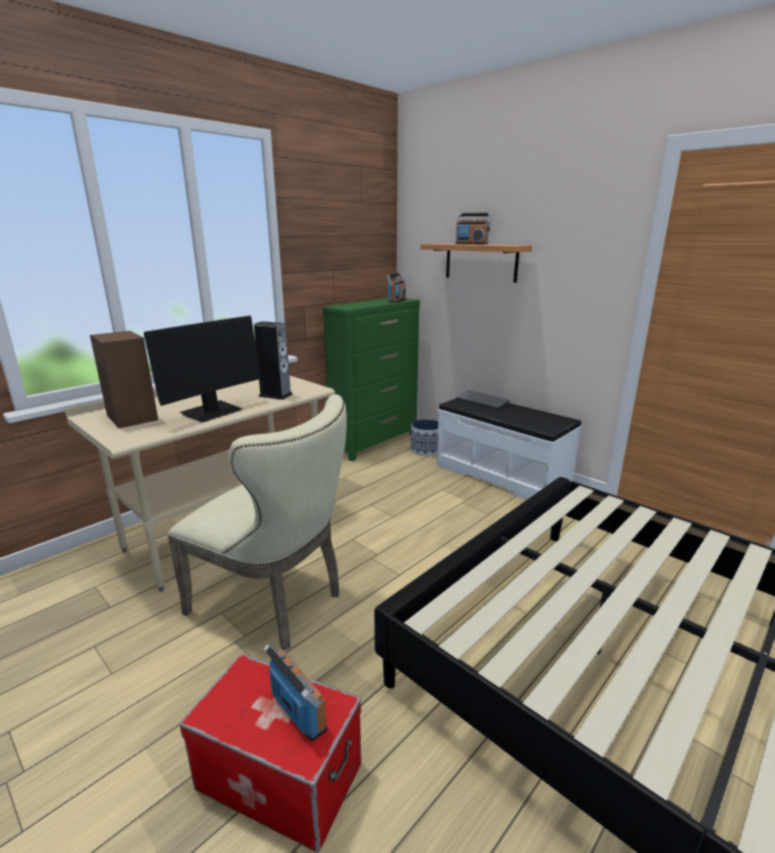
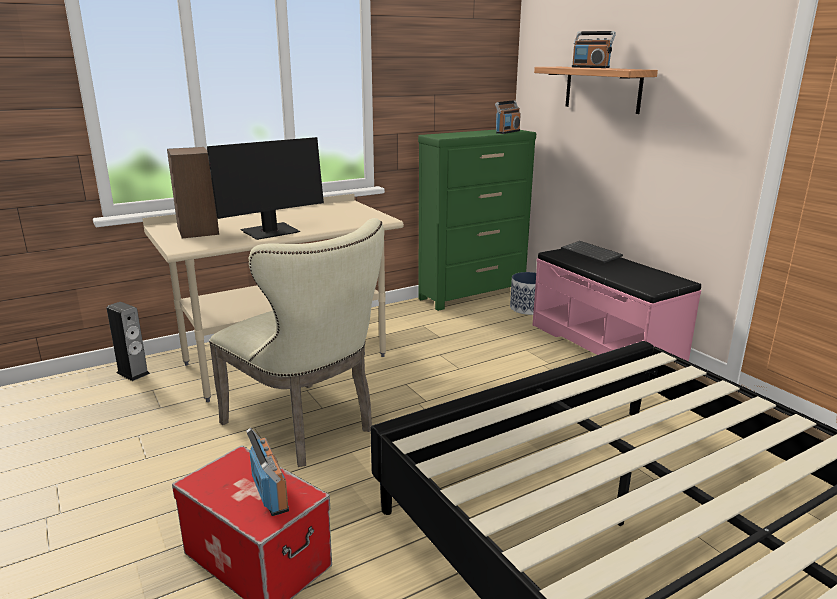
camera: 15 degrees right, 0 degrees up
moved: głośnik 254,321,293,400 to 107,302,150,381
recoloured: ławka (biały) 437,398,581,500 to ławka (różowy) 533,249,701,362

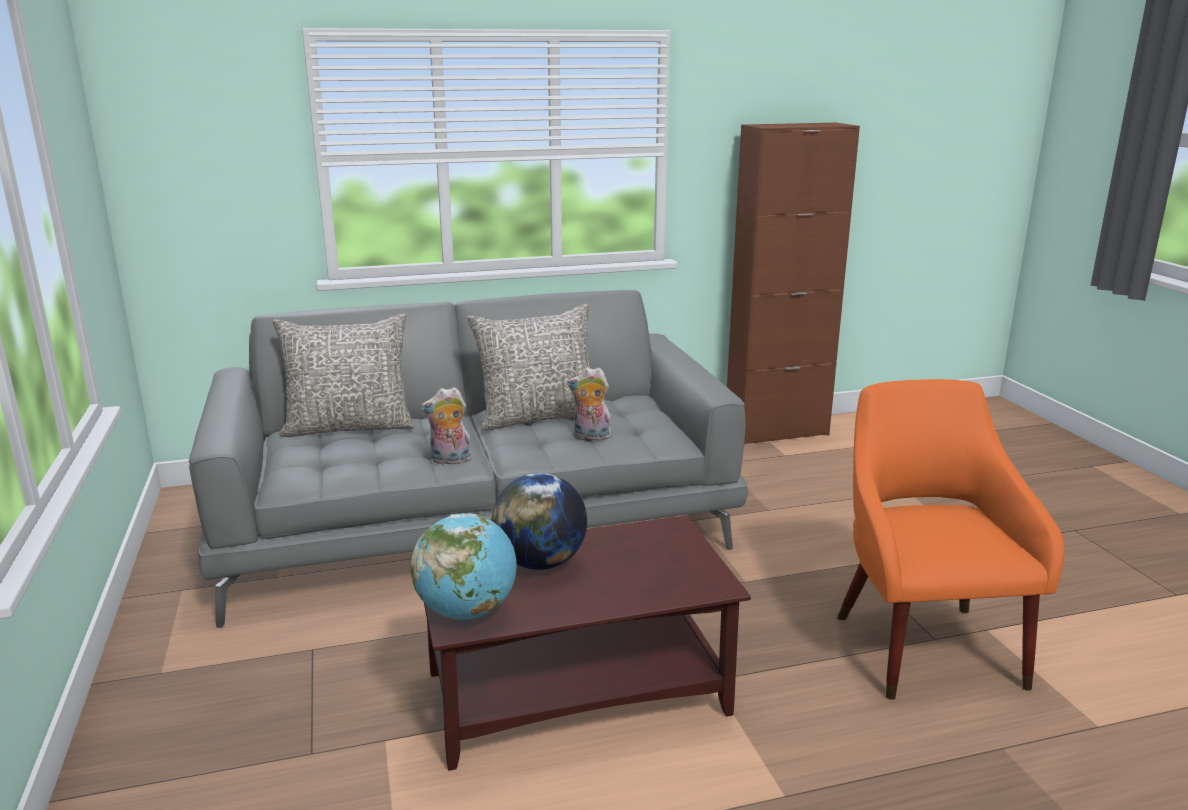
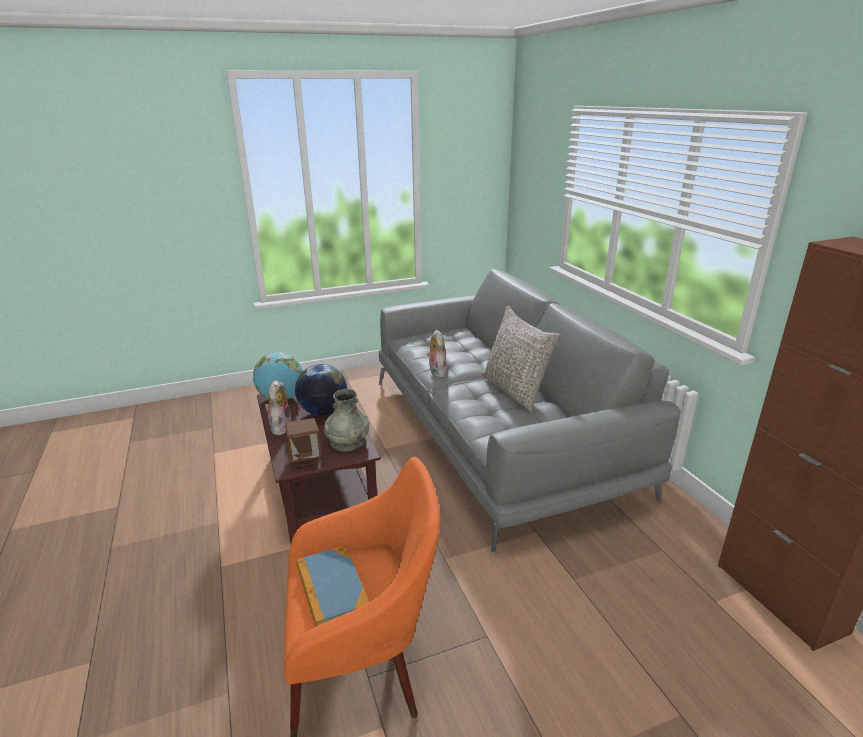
camera: 85 degrees right, 5 degrees up
removed: poduszka (szary) 272,313,415,437
added: głośnik (brązowy) 285,418,322,467; książka 296,545,369,627; wazon (szary) 324,389,369,452
moved: pluszak 567,367,615,440 to 265,379,292,435

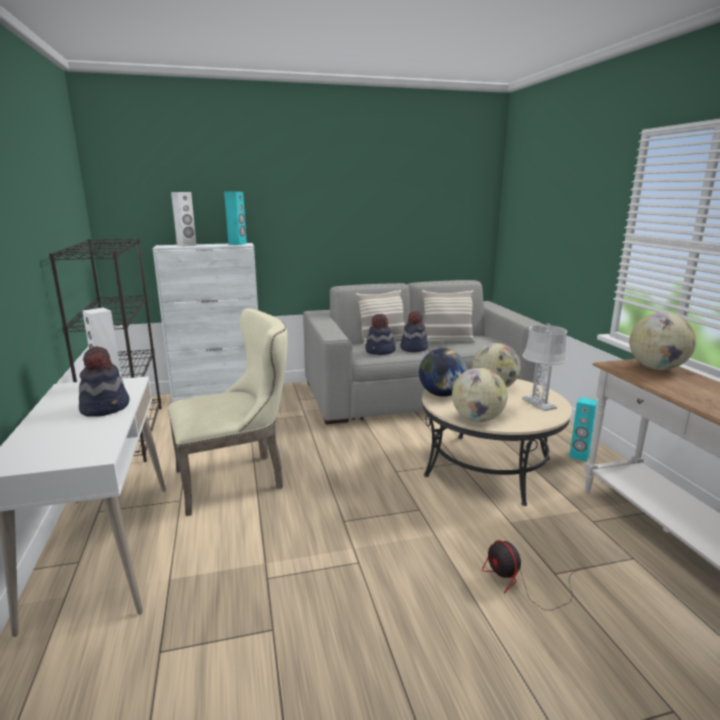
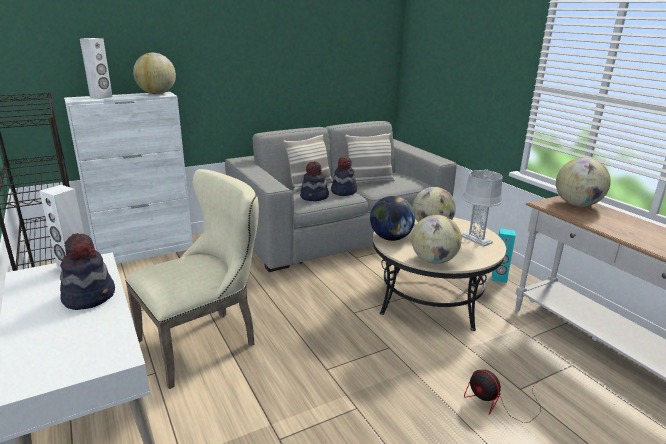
camera: 15 degrees left, 5 degrees up
replaced: głośnik (turkusowy) 224,192,247,245 to globus 133,53,176,94

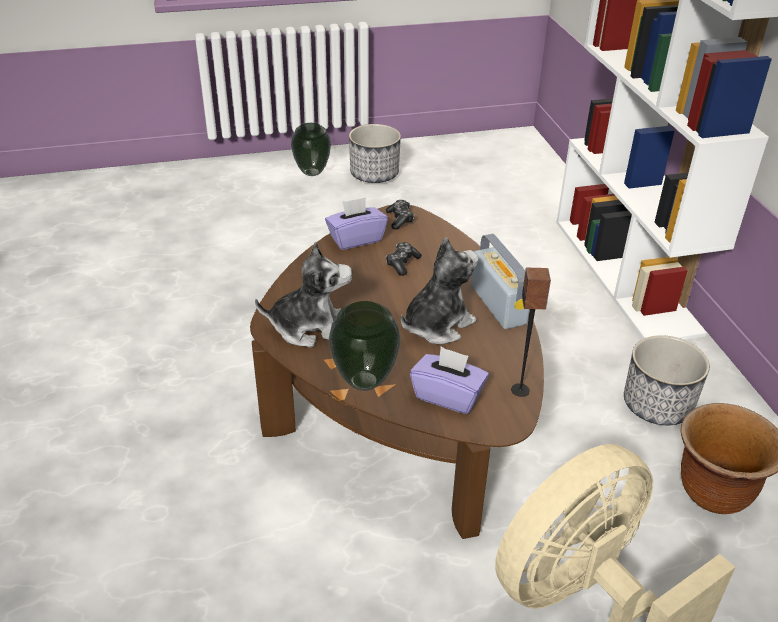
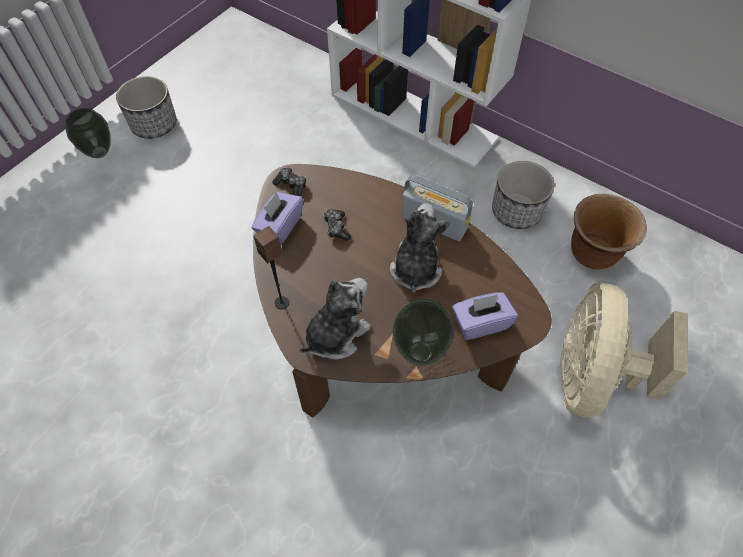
camera: 40 degrees left, 20 degrees up
moved: głośnik 511,268,551,397 to 253,226,289,309

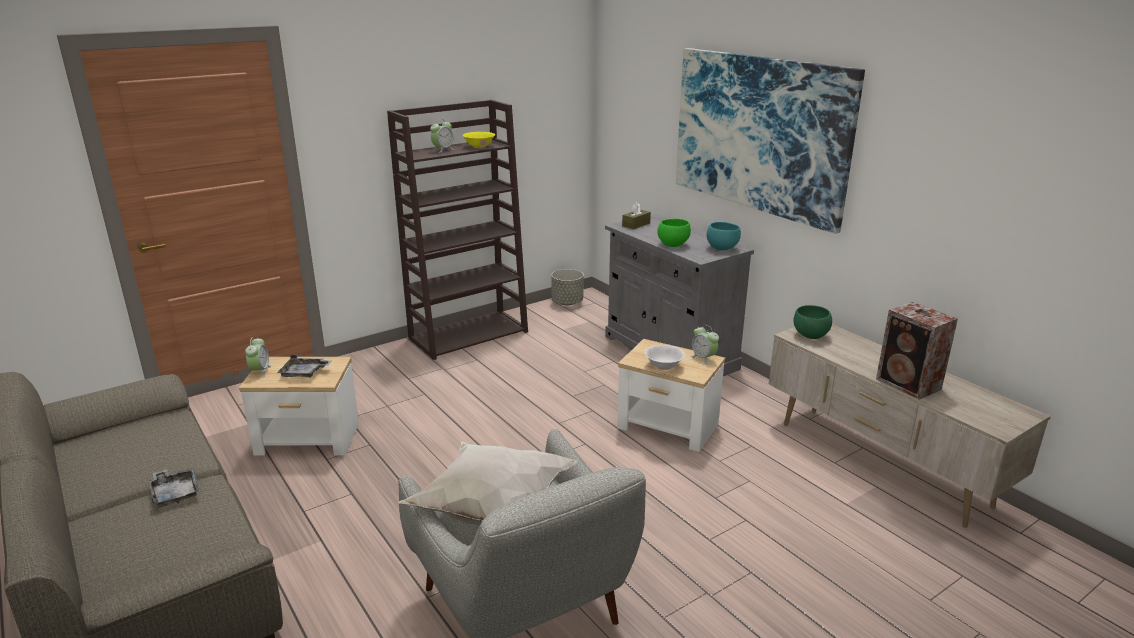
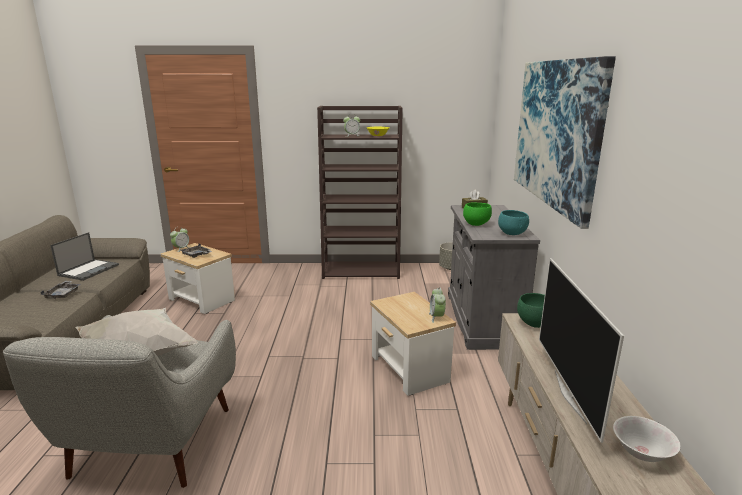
camera: 35 degrees right, 5 degrees down
added: laptop 50,232,119,281
moved: miska (biały) 645,345,685,370 to 613,416,681,462
replaced: głośnik 876,302,958,400 to telewizor 539,258,624,443

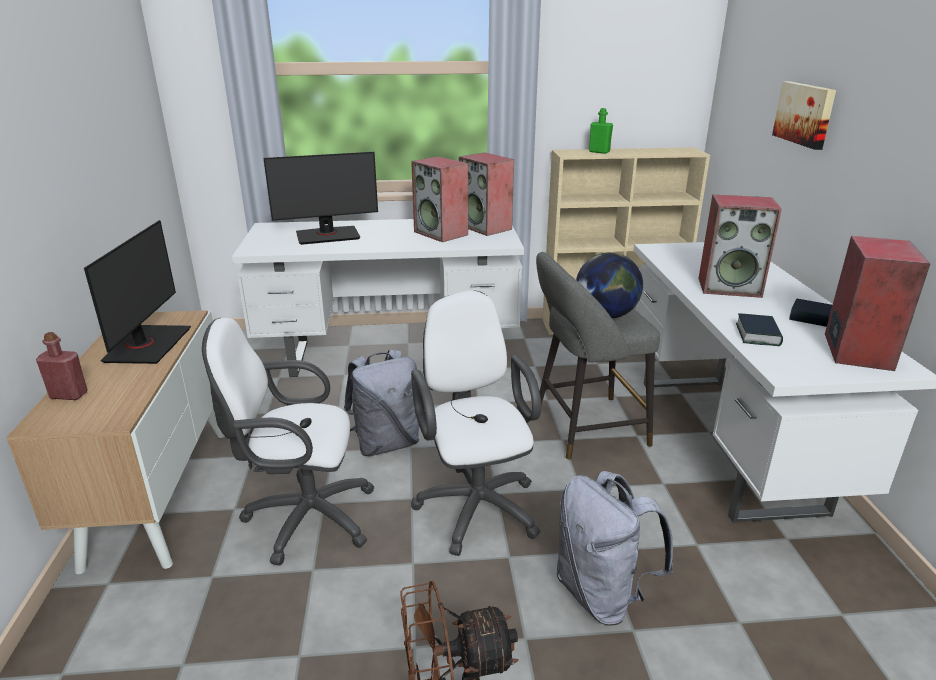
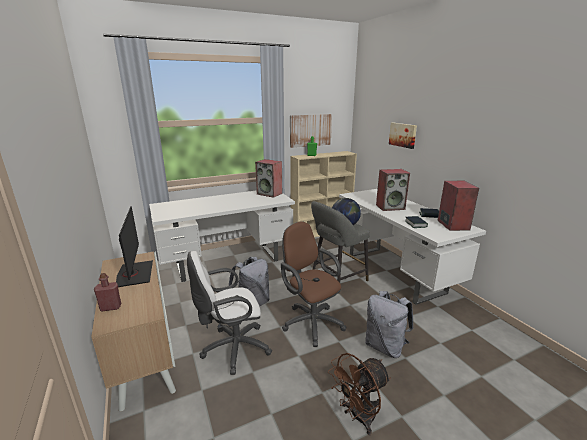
camera: 20 degrees left, 5 degrees down
removed: monitor 263,152,378,245; głośnik 411,156,468,242
added: obraz 290,114,332,148
recoloured: krzesło biurowe (biały) 411,290,541,556 to krzesło biurowe (brązowy) 281,221,346,347

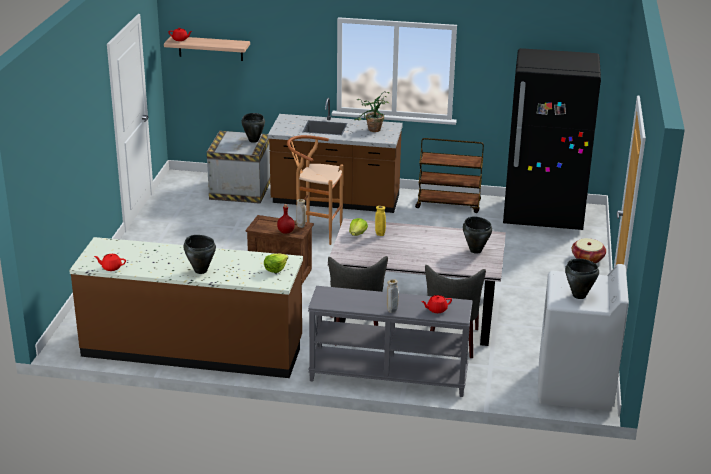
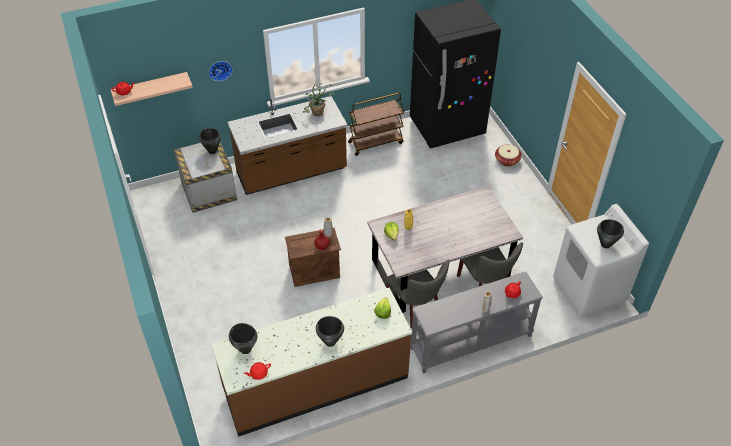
camera: 30 degrees left, 20 degrees up
removed: stołek (brązowy) 287,135,343,245
added: zegar ścienny 209,61,233,81
moved: garnek (czarny) 463,216,492,254 to 229,323,257,354

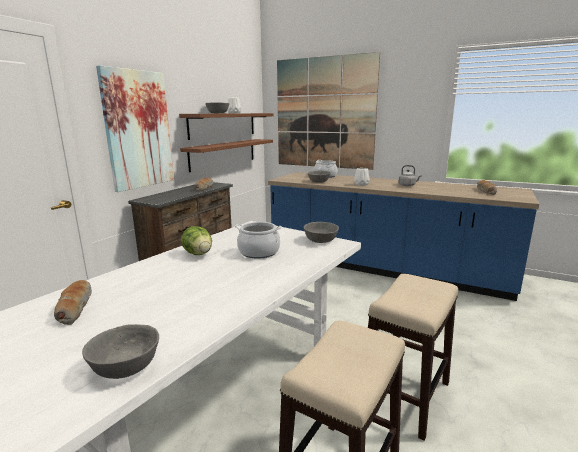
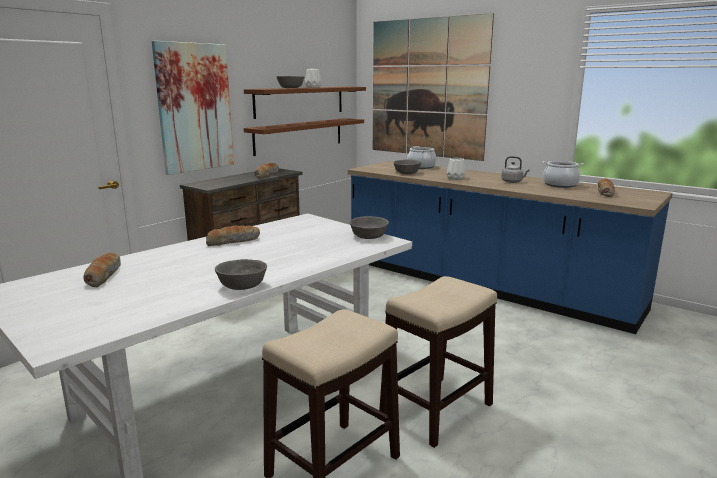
camera: 10 degrees right, 0 degrees up
moved: miska (szary) 82,324,159,379 to 215,259,267,290; garnek 235,222,282,259 to 543,161,584,188
replaced: sałata 181,226,212,255 to chleb 206,226,260,246

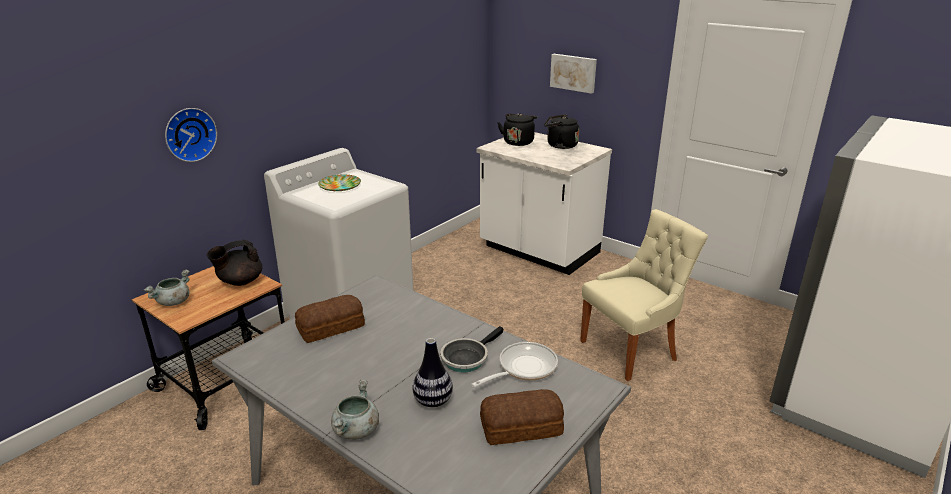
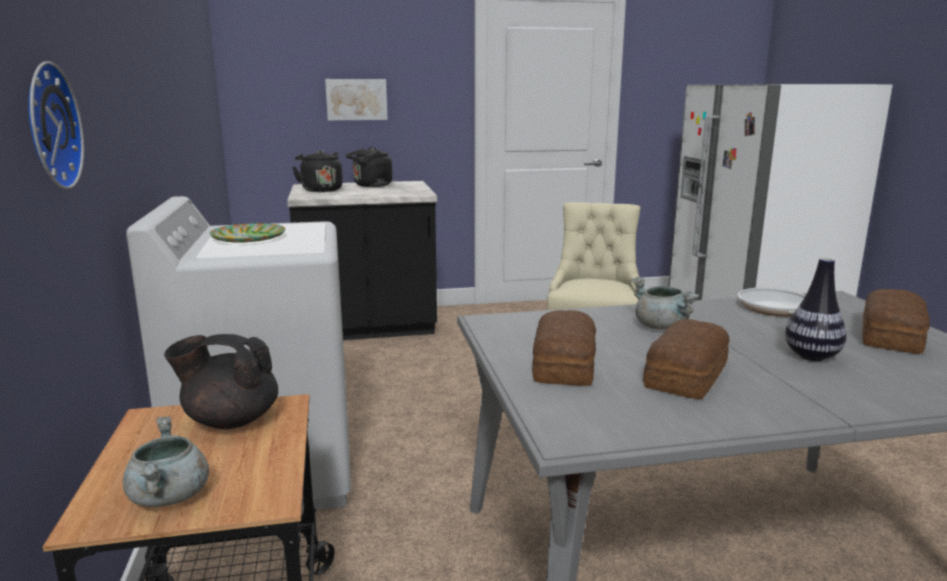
camera: 50 degrees left, 10 degrees down
removed: patelnia 440,326,503,372
added: chleb 643,319,730,399
moved: garnek (szary) 331,380,379,439 to 631,276,700,329
recoloured: zabudowa kuchenna (biały) 476,132,612,275 to zabudowa kuchenna (czarny) 287,181,437,340
turned: imbryk (czarny) 207,240,262,286 = 164,334,278,429 90 degrees clockwise

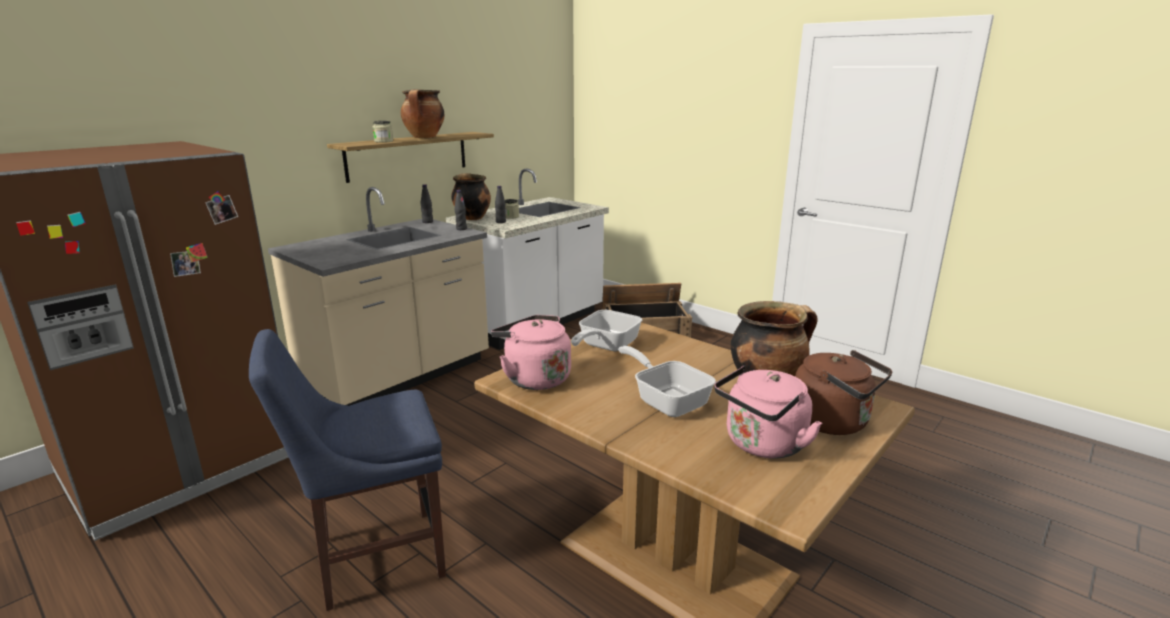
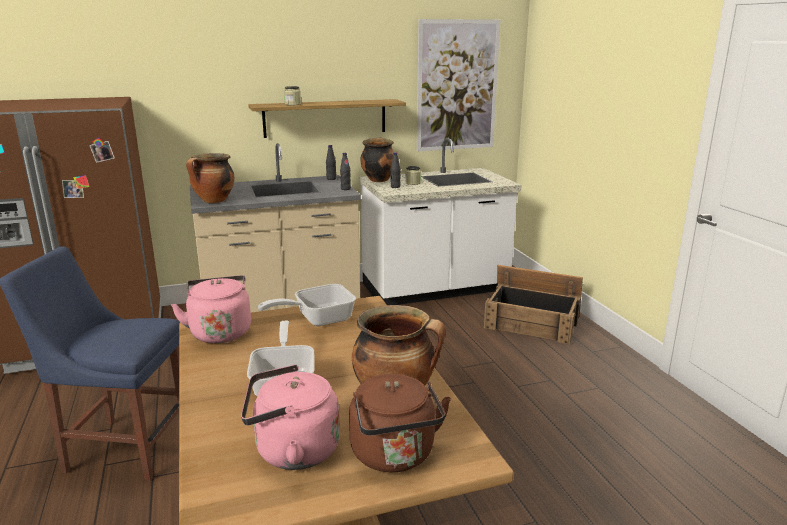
camera: 30 degrees right, 0 degrees up
added: obraz 417,19,501,151
moved: garnek 401,89,445,138 to 186,153,234,203

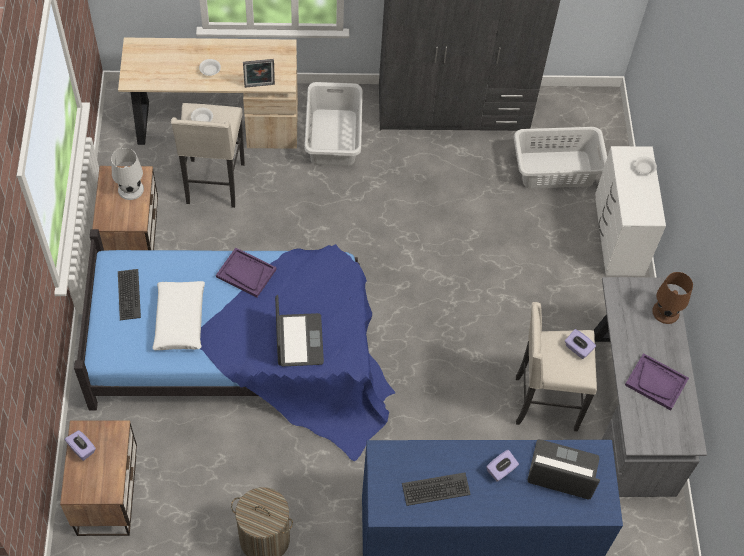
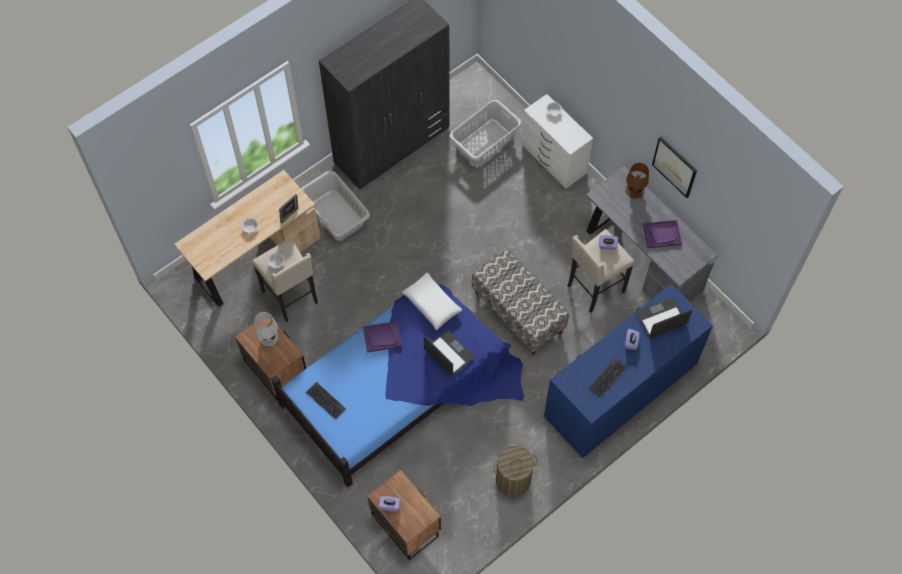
camera: 35 degrees left, 5 degrees up
added: ławka 472,249,569,355; obraz 652,136,697,198
moved: poduszka (biały) 152,281,205,350 to 402,273,462,330

